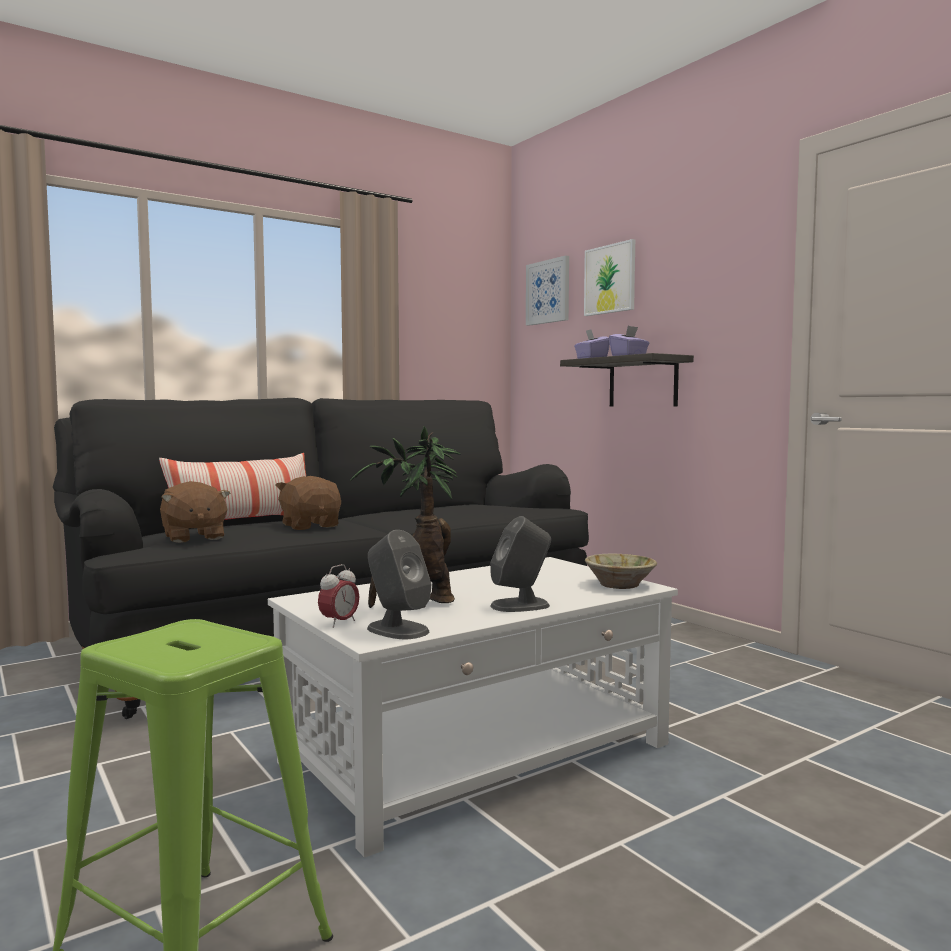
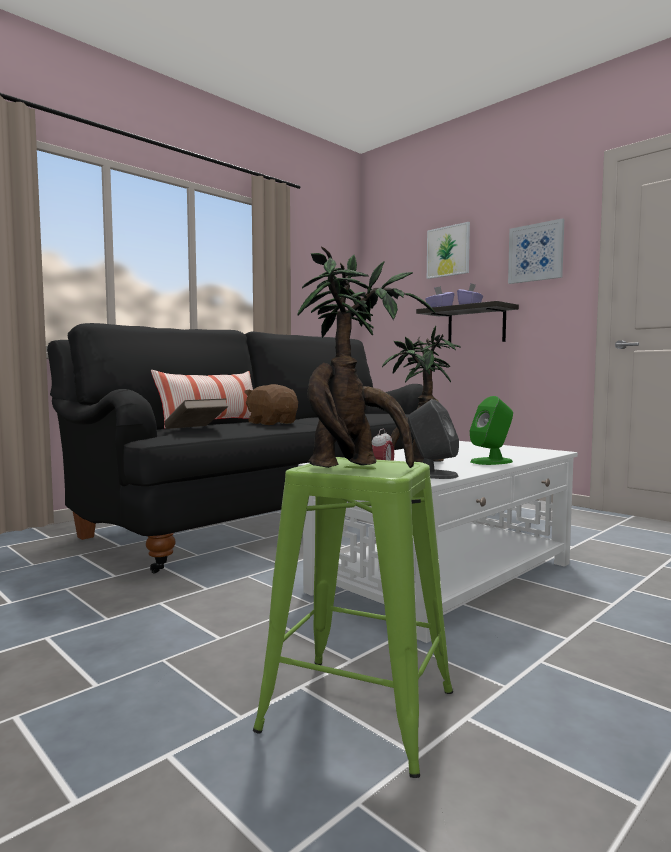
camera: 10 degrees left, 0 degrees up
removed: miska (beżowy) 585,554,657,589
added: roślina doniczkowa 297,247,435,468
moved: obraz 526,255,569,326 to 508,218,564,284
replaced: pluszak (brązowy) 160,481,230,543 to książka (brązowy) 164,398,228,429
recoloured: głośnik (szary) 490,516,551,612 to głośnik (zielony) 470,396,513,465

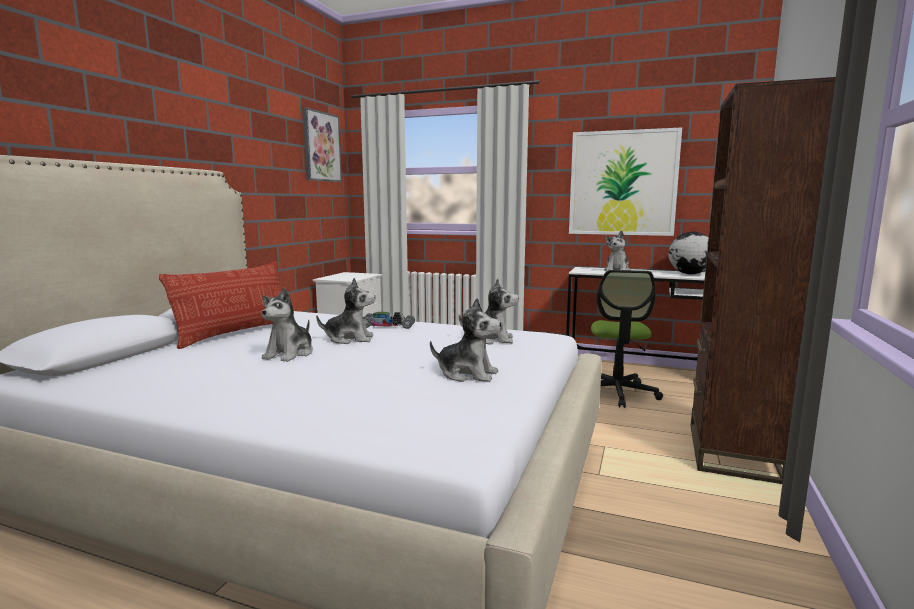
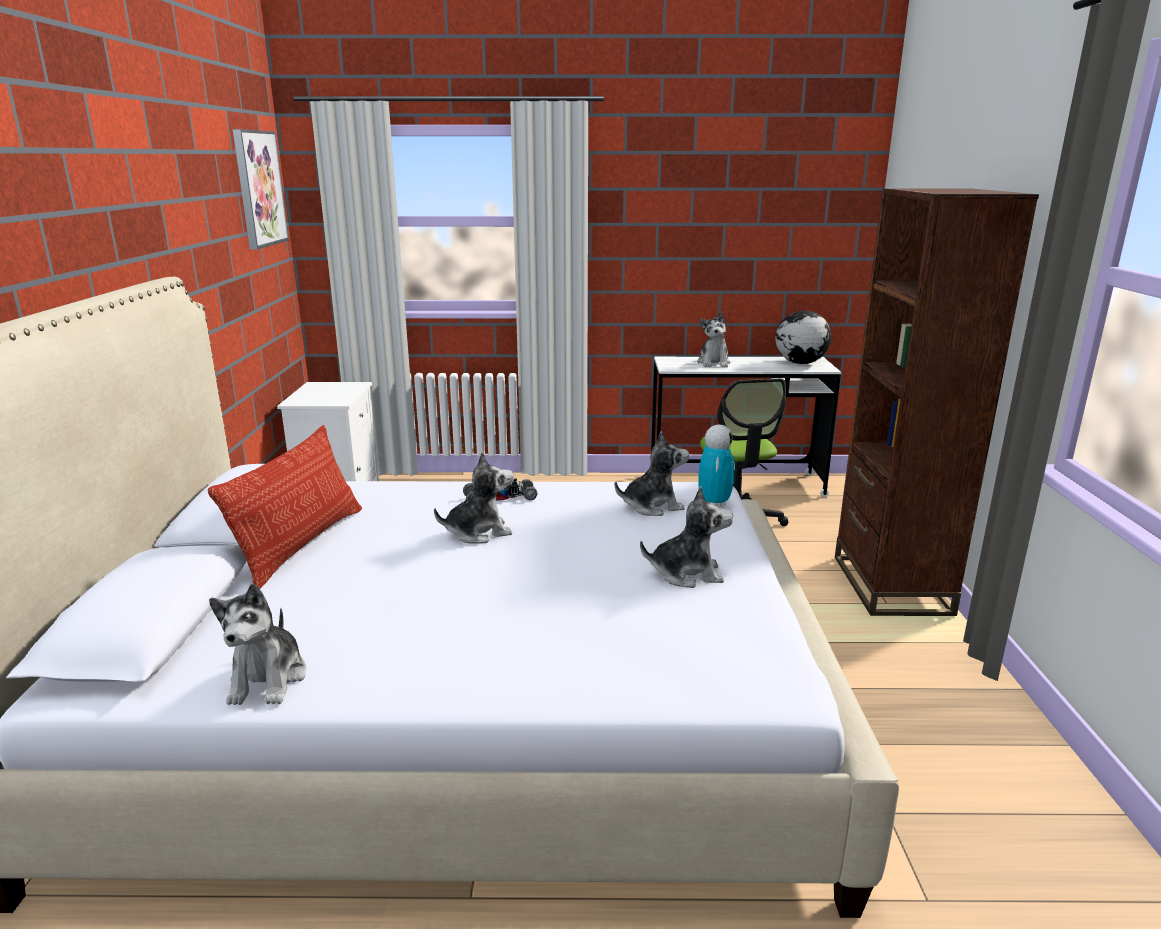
camera: 20 degrees left, 10 degrees up
removed: obraz 569,127,682,236
added: robot zabawkowy 698,424,735,508
moved: pluszak 261,287,313,362 to 209,583,306,705

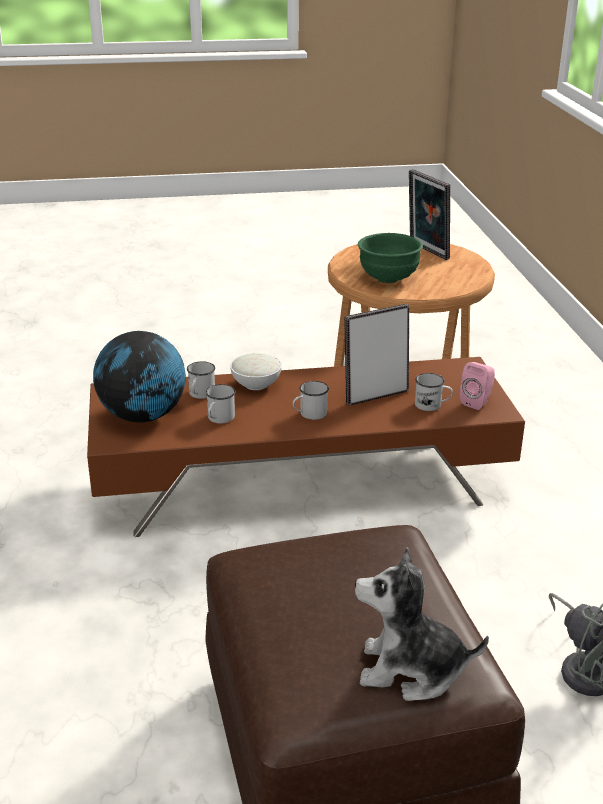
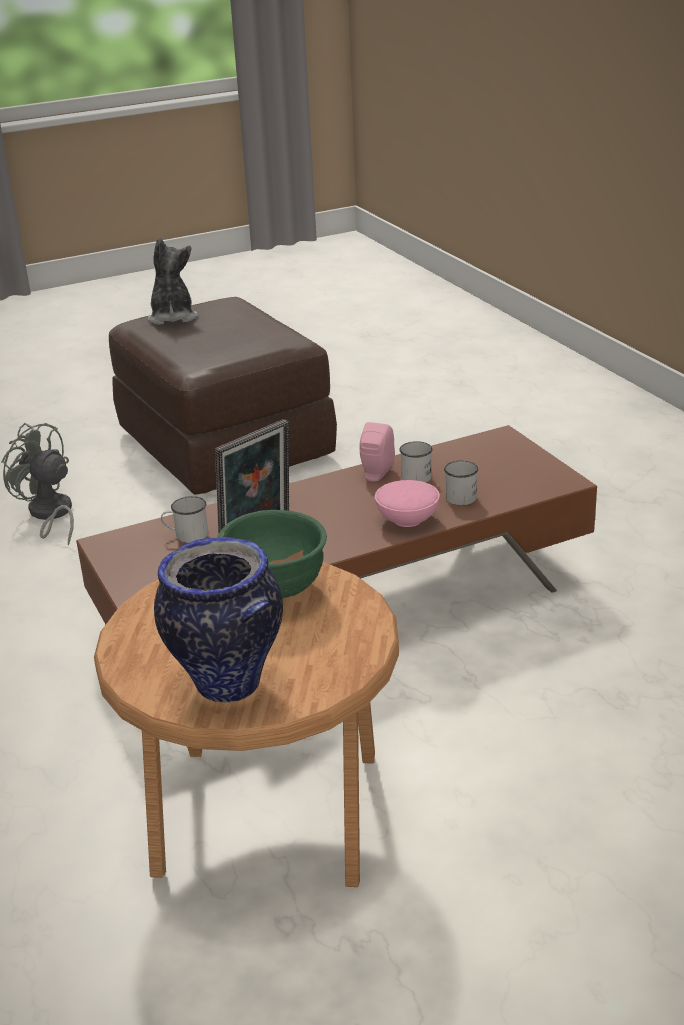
camera: 165 degrees right, 0 degrees up
removed: globus 93,331,186,422; kubek (biały) 293,381,329,420
moved: głośnik (różowy) 460,362,495,410 to 359,422,395,481
replaced: ramka na zdjęcie 409,169,450,260 to wazon 154,537,283,703
recoloured: miska (biały) 230,353,282,390 to miska (różowy) 375,480,440,527
turned: pluszak 355,547,489,701 = 148,238,198,325 90 degrees counterclockwise

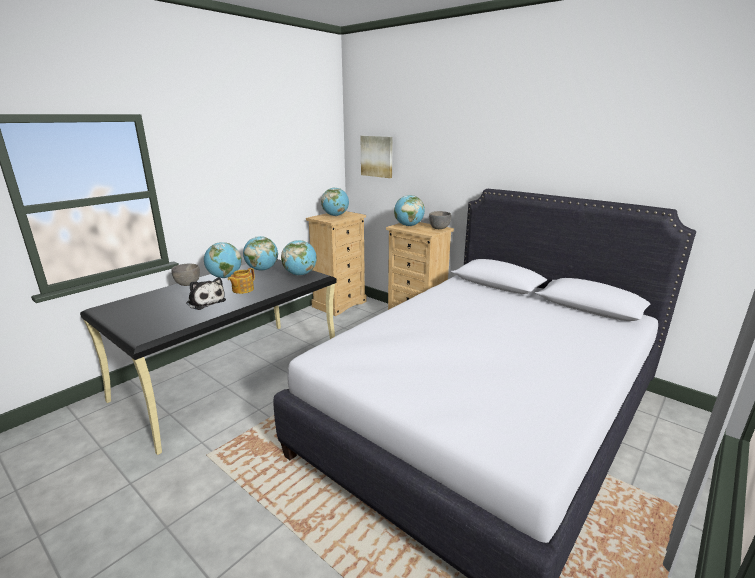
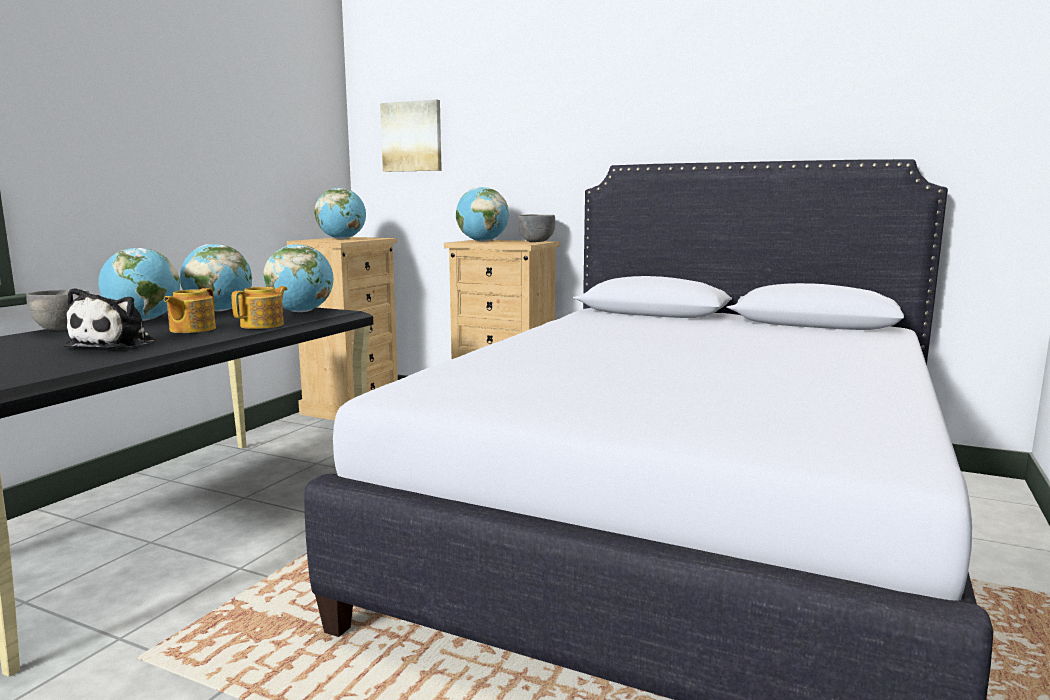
camera: 15 degrees left, 10 degrees down
added: imbryk 232,286,287,329
turned: pluszak 186,277,226,310 = 64,288,155,348 75 degrees clockwise

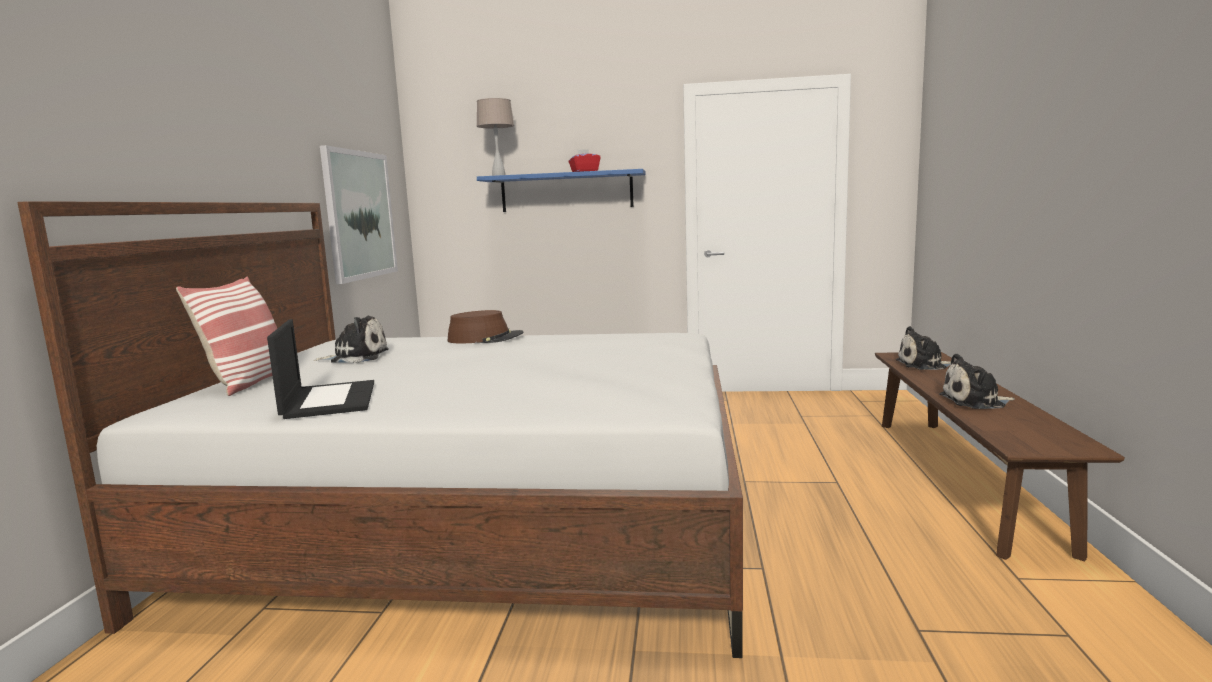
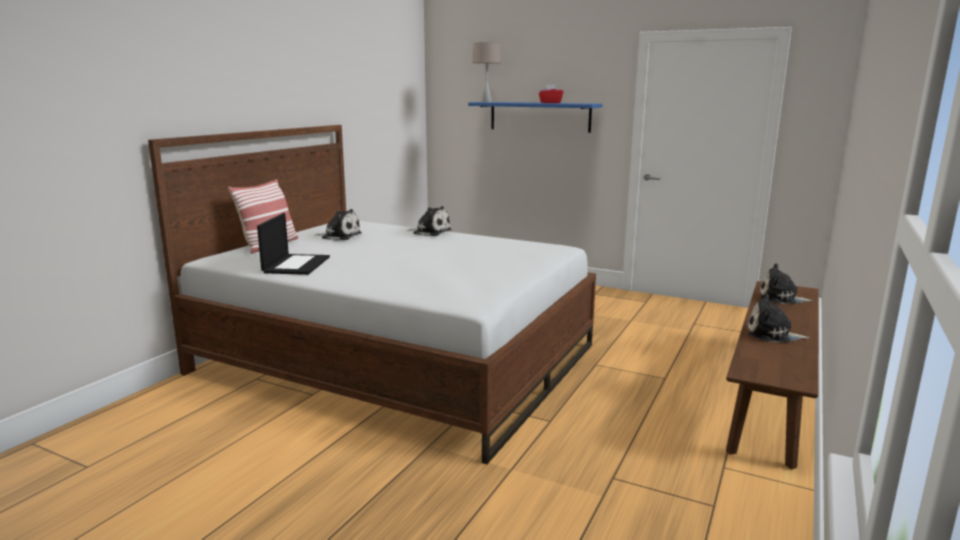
camera: 20 degrees right, 5 degrees up
removed: obraz 320,145,398,284
replaced: kapelusz (brązowy) 448,310,524,343 to pluszak 407,206,451,236

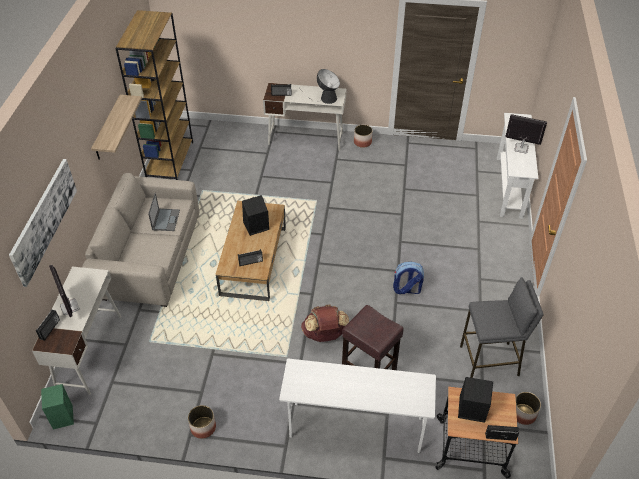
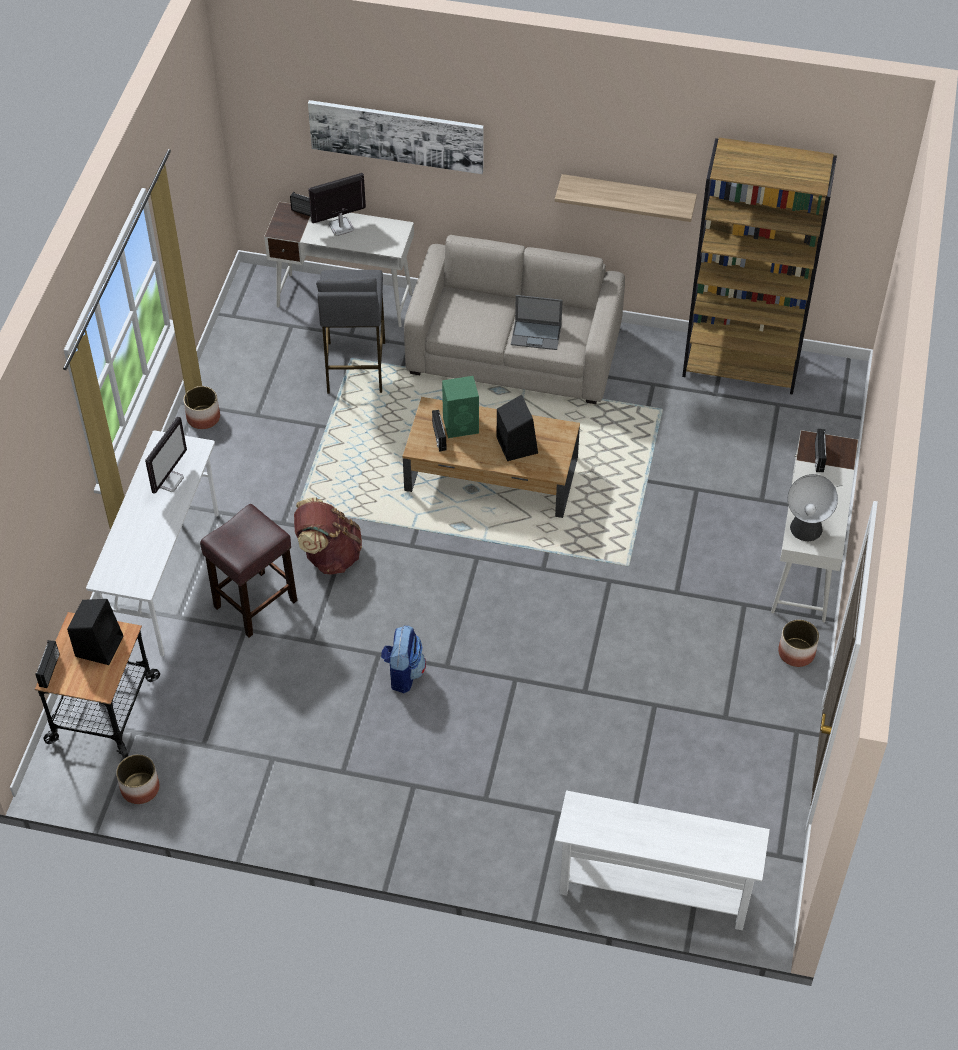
camera: 95 degrees right, 5 degrees up
moved: głośnik (zielony) 41,384,74,430 to 442,376,479,438; stołek (szary) 460,277,544,378 to 316,270,385,394; monitor 505,114,547,153 to 145,416,187,494

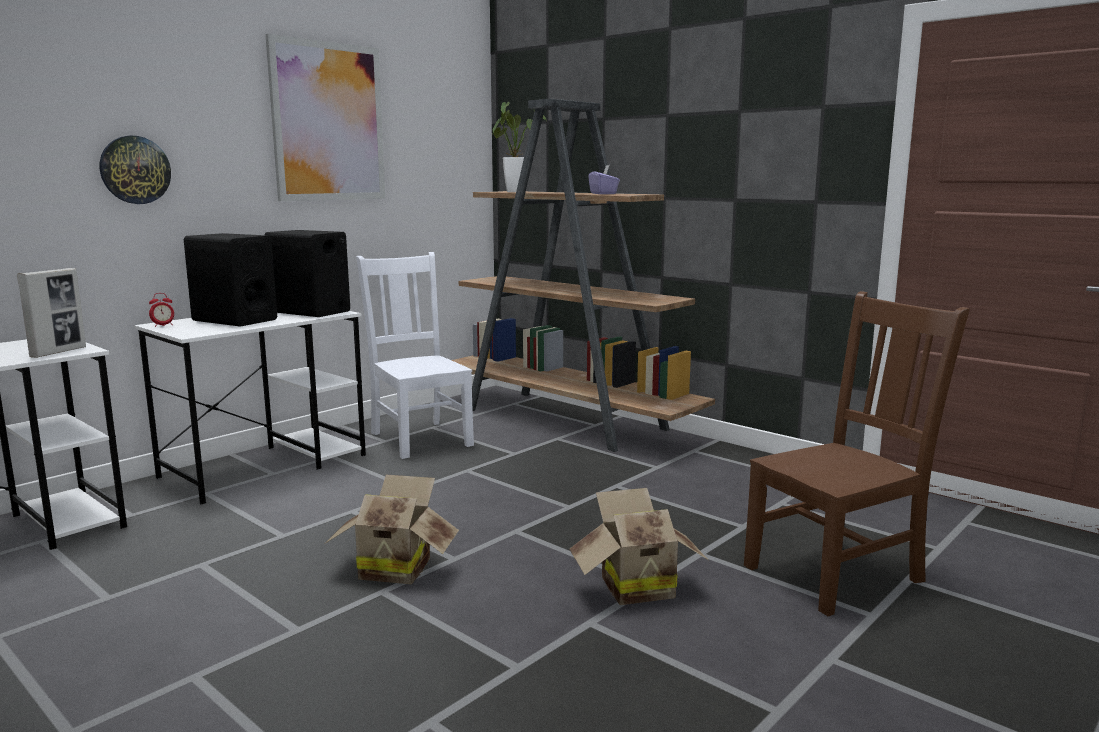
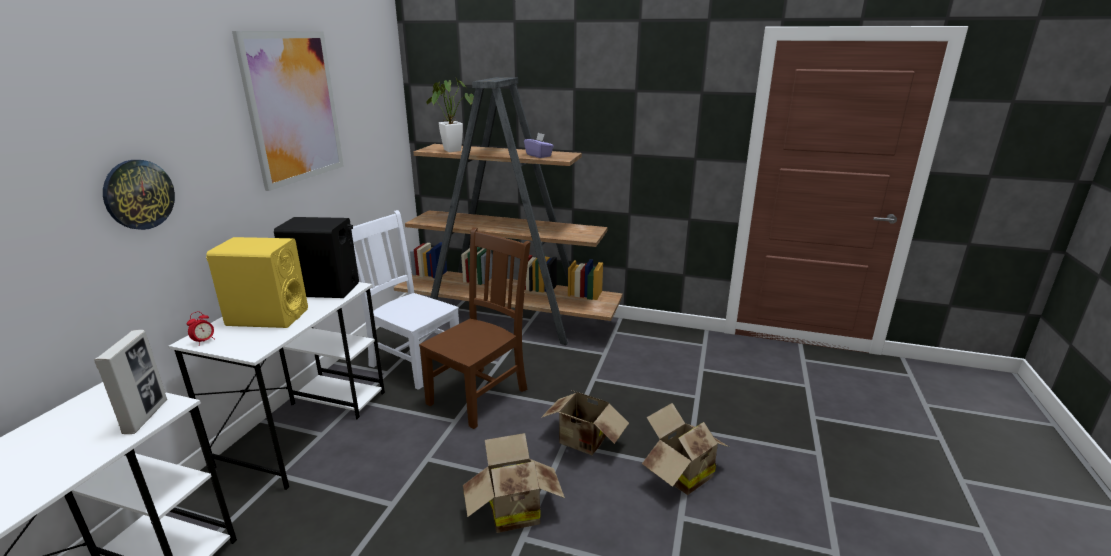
camera: 25 degrees left, 10 degrees up
added: karton 541,390,629,455
moved: krzesło (brązowy) 744,291,970,616 to 419,227,531,429
recoloured: głośnik (czarny) 184,233,277,327 to głośnik (żółty) 206,237,308,328

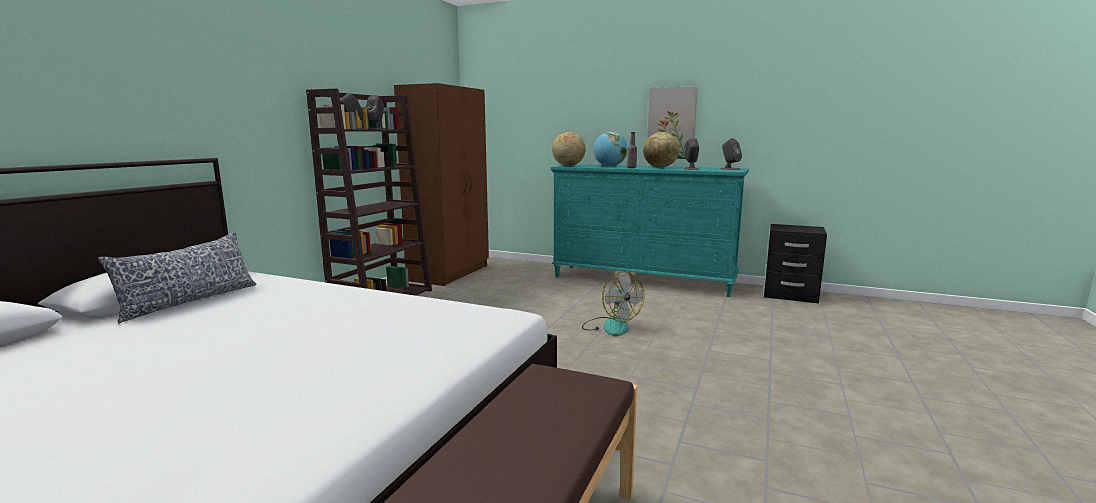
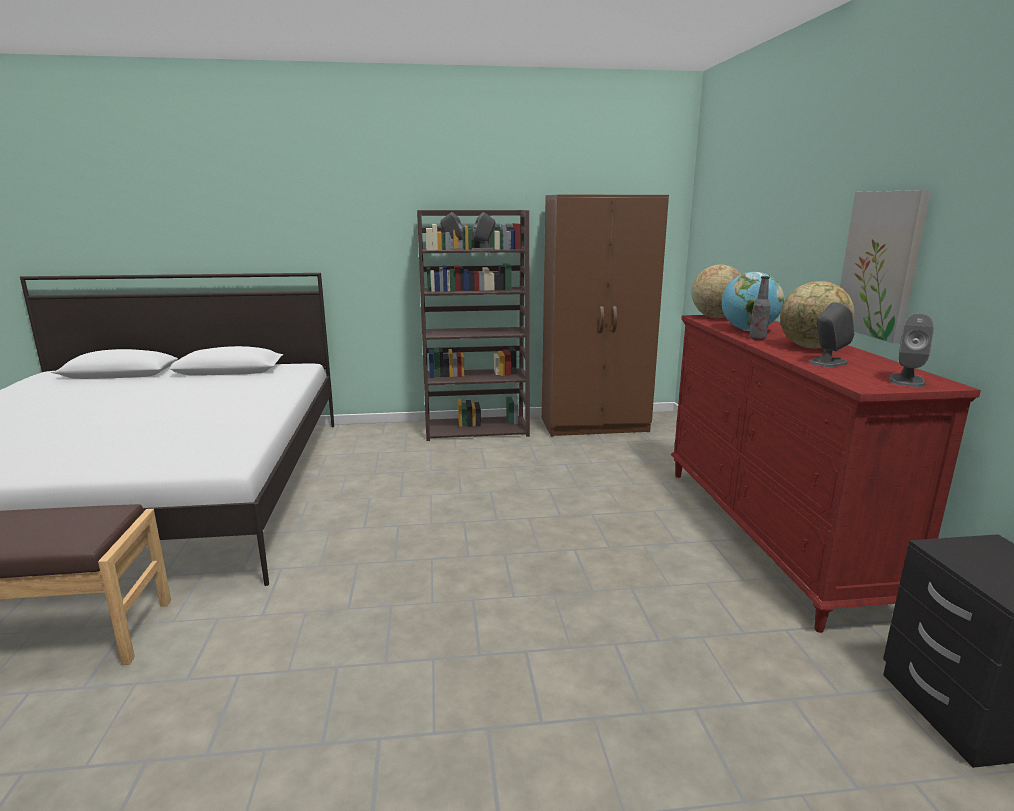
camera: 60 degrees right, 5 degrees up
removed: poduszka 98,232,257,324; wentylator 582,271,644,336
recoloured: komoda (turkusowy) 550,164,749,297 to komoda (czerwony) 671,315,981,633

